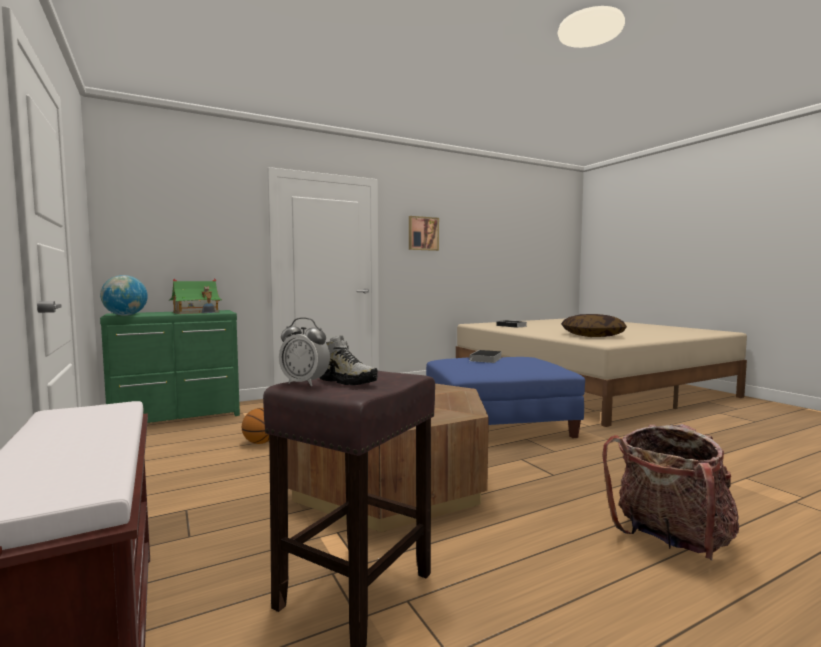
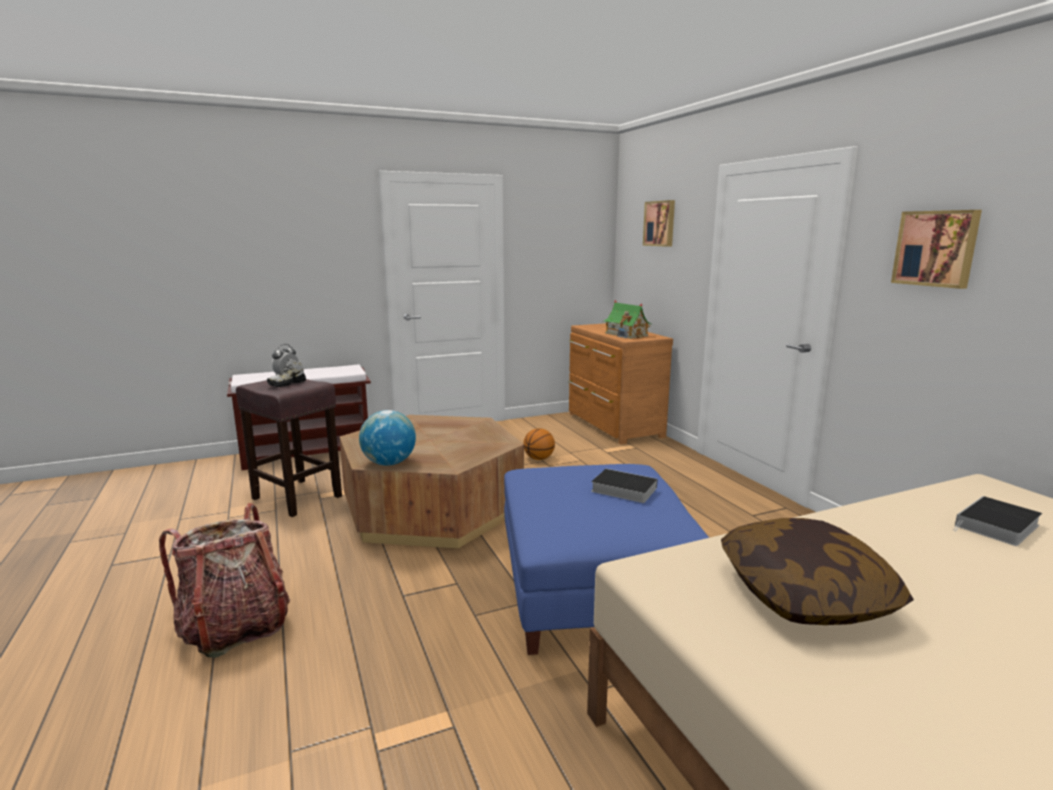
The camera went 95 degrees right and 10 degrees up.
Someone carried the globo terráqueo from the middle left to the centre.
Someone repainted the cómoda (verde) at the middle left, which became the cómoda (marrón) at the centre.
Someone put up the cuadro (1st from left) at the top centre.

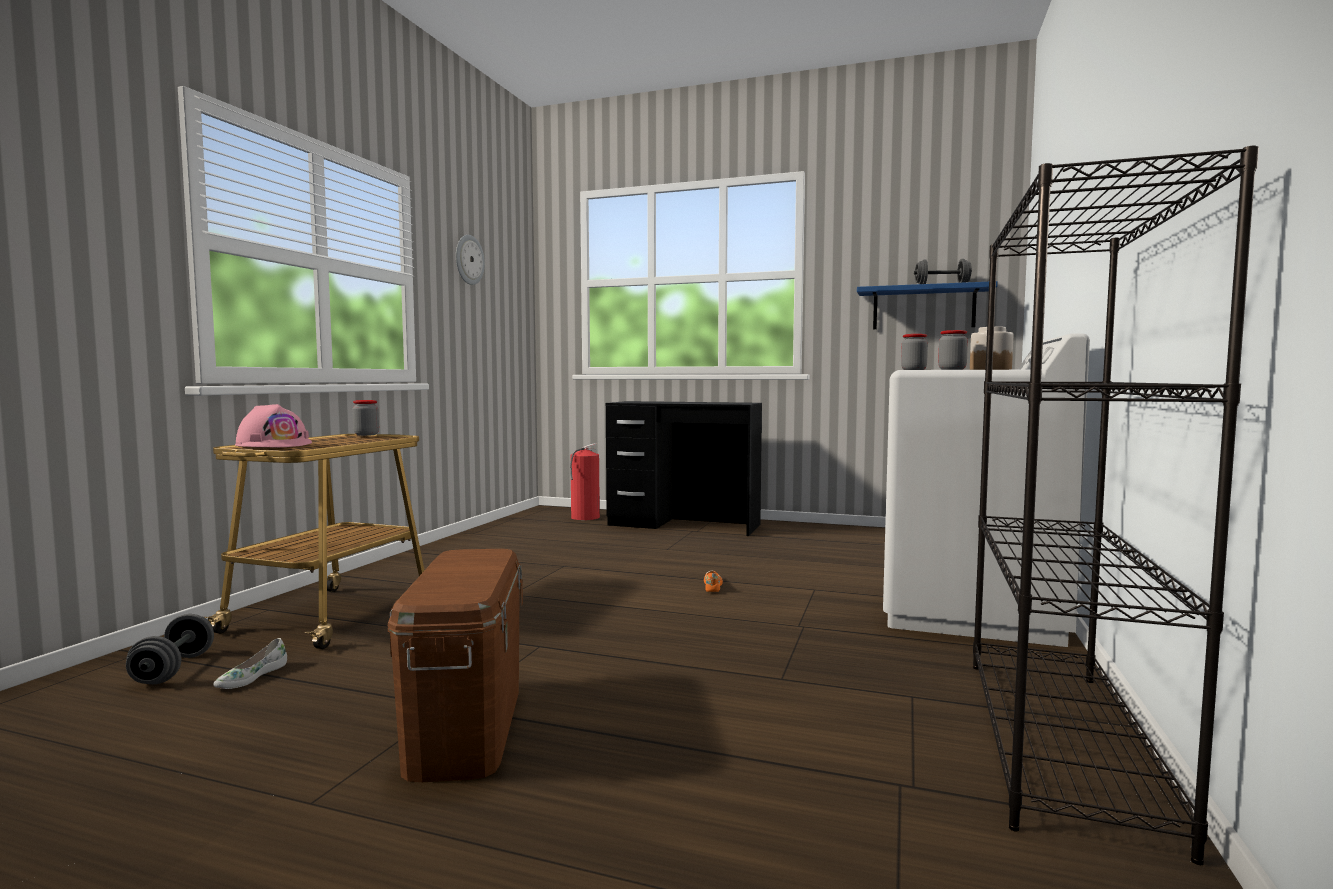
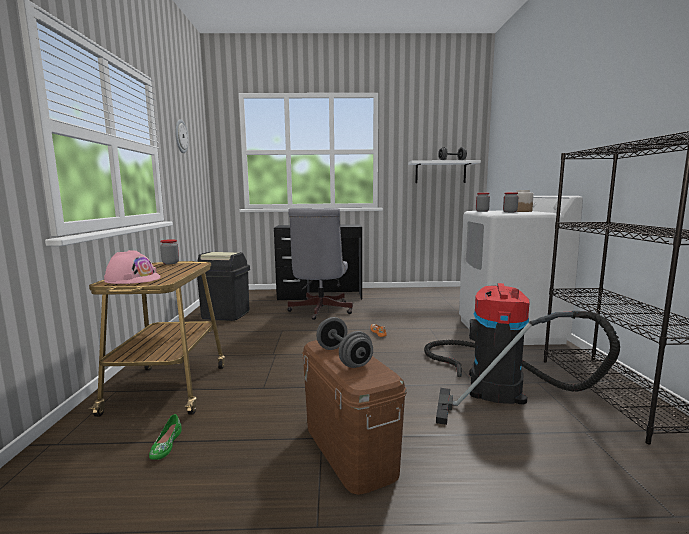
The camera went 20 degrees left and 5 degrees up.
Someone carried the mancuerna (gris) (1st from left) from the bottom left to the centre.
Someone repainted the zapato (blanco) at the bottom left, which became the zapato (verde) at the bottom left.
Someone took away the extintor at the centre.
Someone repainted the estante (azul) at the middle right, which became the estante (blanco) at the top centre.
Someone put down the papelera (negro) at the middle left.
Someone put down the silla de oficina (gris) at the centre.
Someone put down the aspiradora at the middle right.

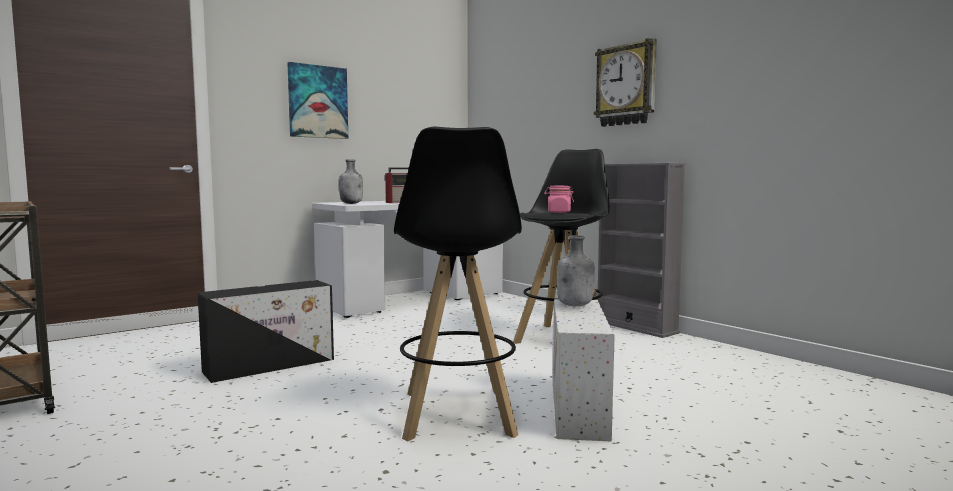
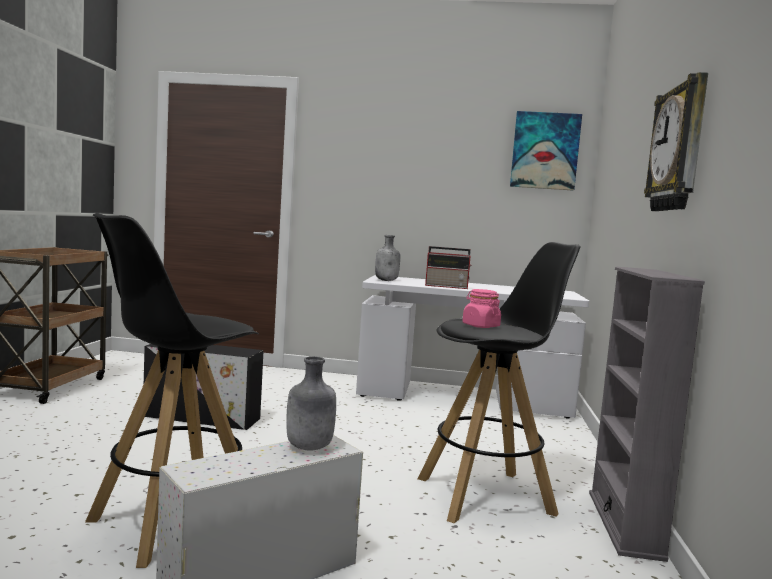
The camera went 45 degrees right and 0 degrees up.
Someone carried the cuadro from the top centre to the top right.

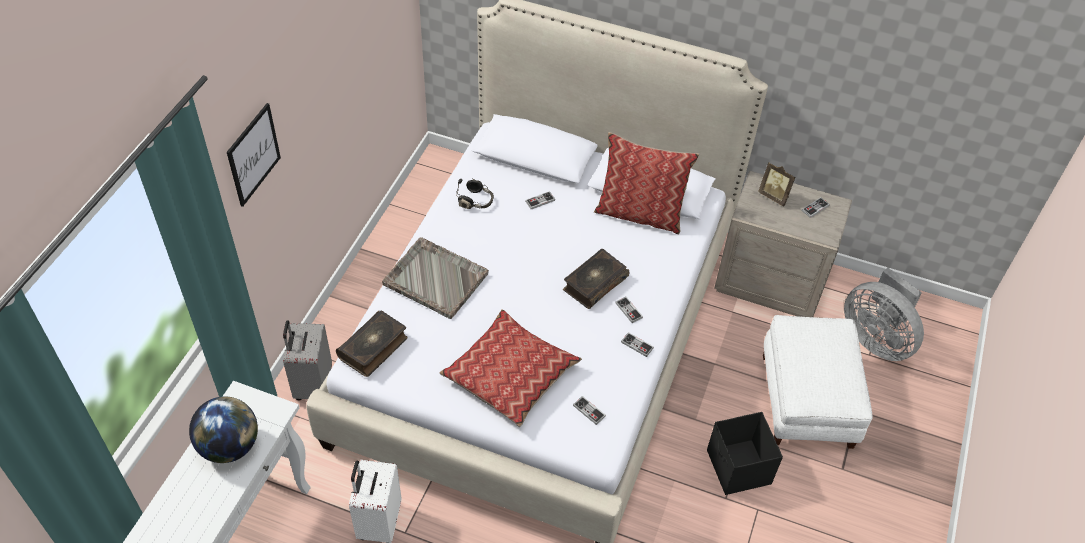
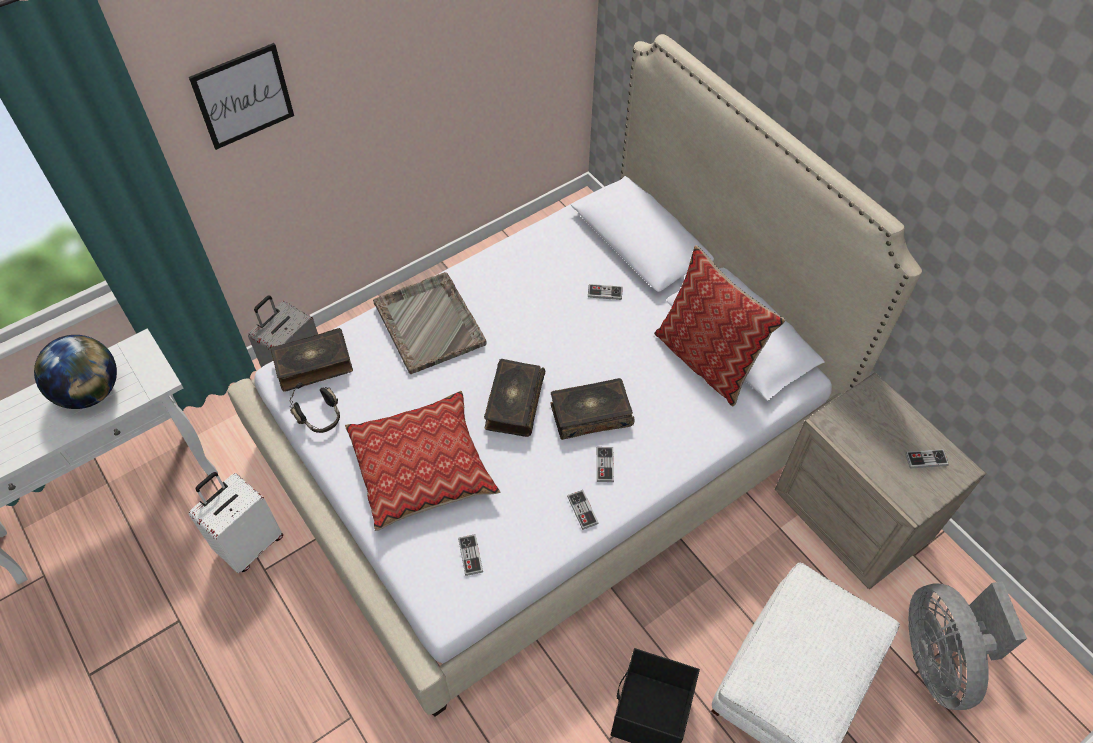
The camera went 35 degrees right and 5 degrees up.
Someone carried the auriculares (negro) from the centre to the middle left.
Someone took away the portarretratos at the middle right.
Someone put down the libro (2nd from left) at the centre.

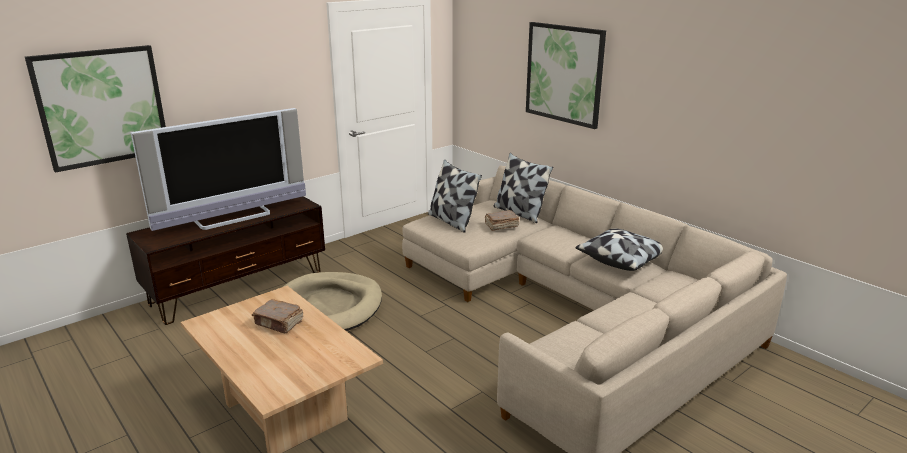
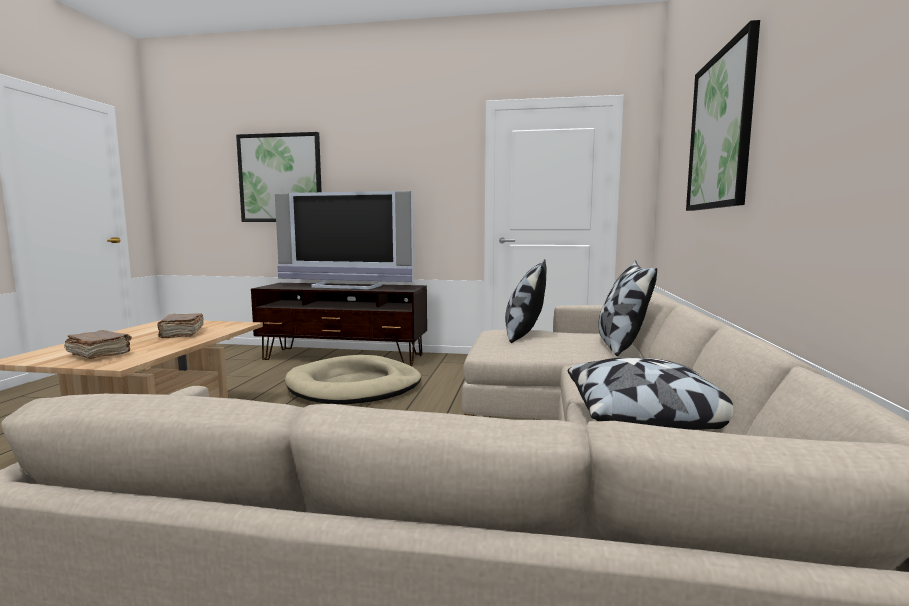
The camera went 50 degrees right and 15 degrees down.
Someone carried the libro (marrón) (2nd from left in the first image) from the centre to the middle left.

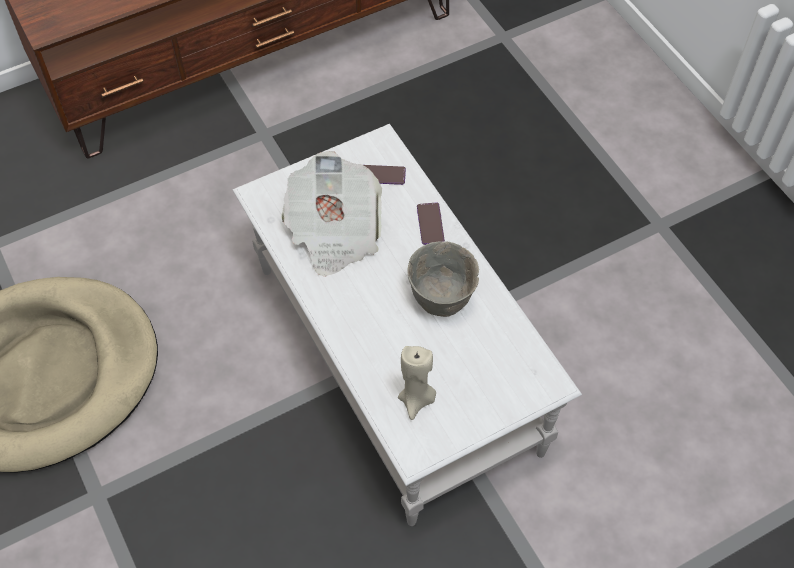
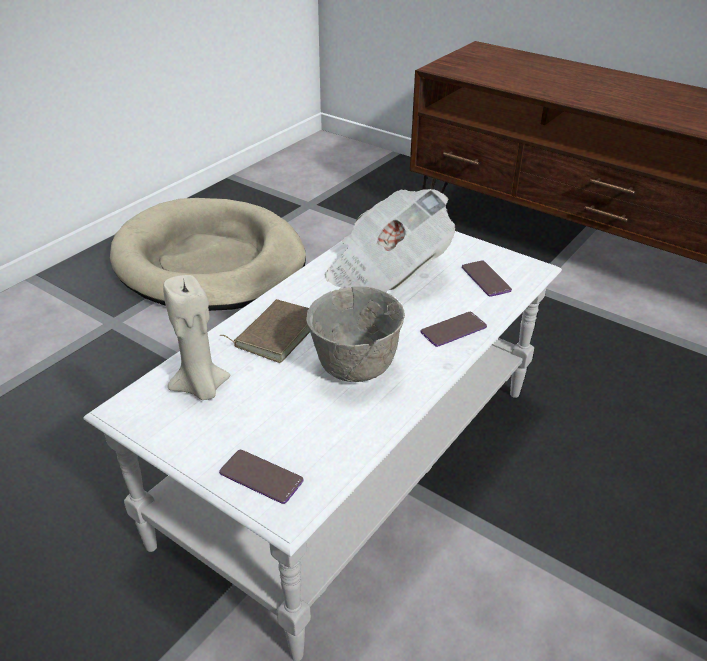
The camera went 65 degrees right and 20 degrees down.
Someone put down the libro (marrón) at the centre.
Someone put down the móvil (1st from left) at the bottom centre.

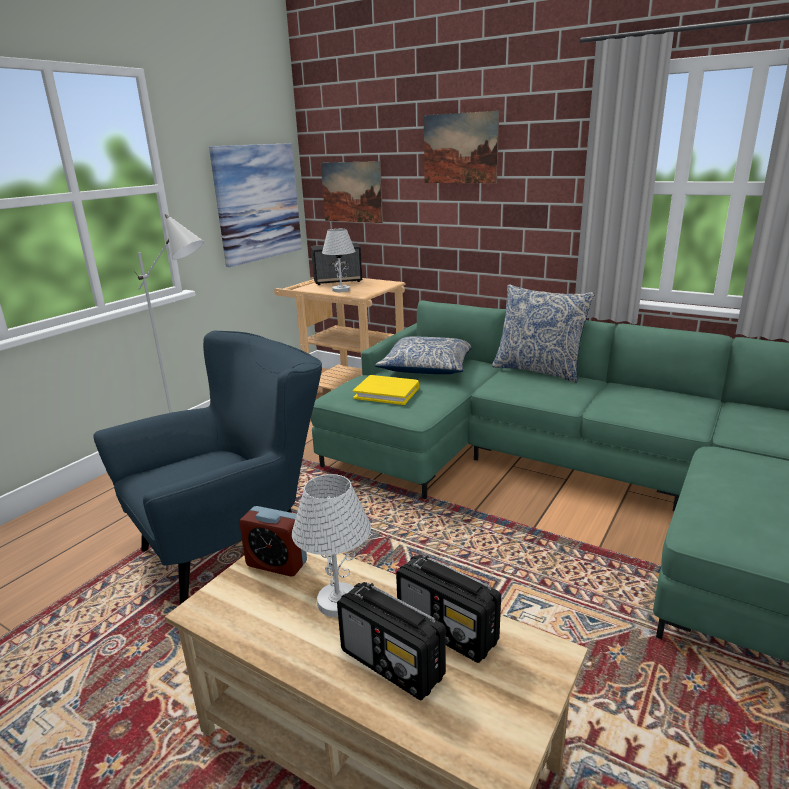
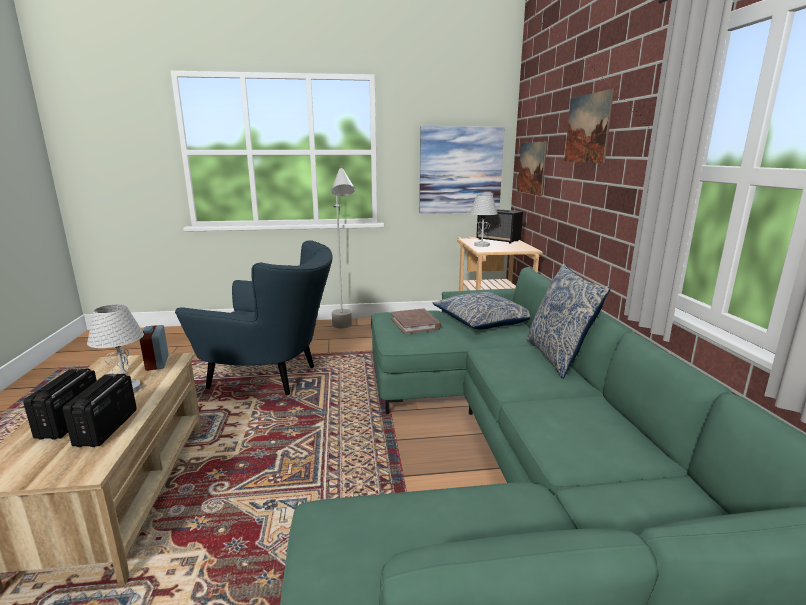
The camera went 50 degrees right and 5 degrees down.
Someone repainted the libro (amarillo) at the centre, which became the libro (marrón) at the centre.

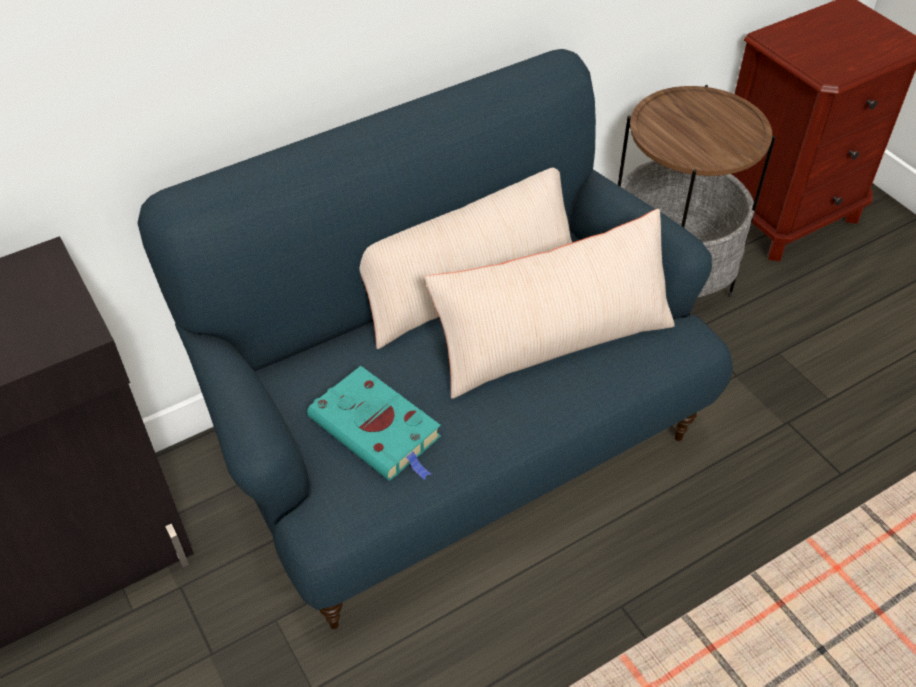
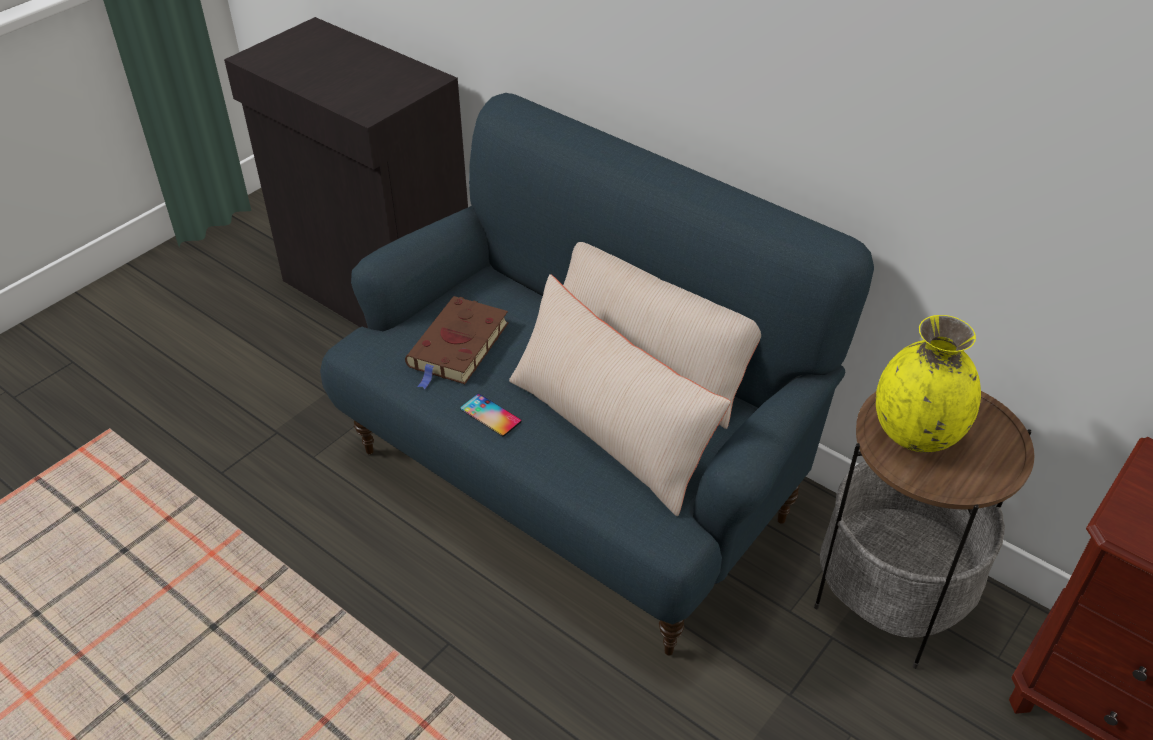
The camera went 70 degrees right and 5 degrees down.
Someone repainted the libro (turquesa) at the centre, which became the libro (marrón) at the centre.
Someone put down the móvil at the centre.
Someone put down the florero (amarillo) at the middle right.

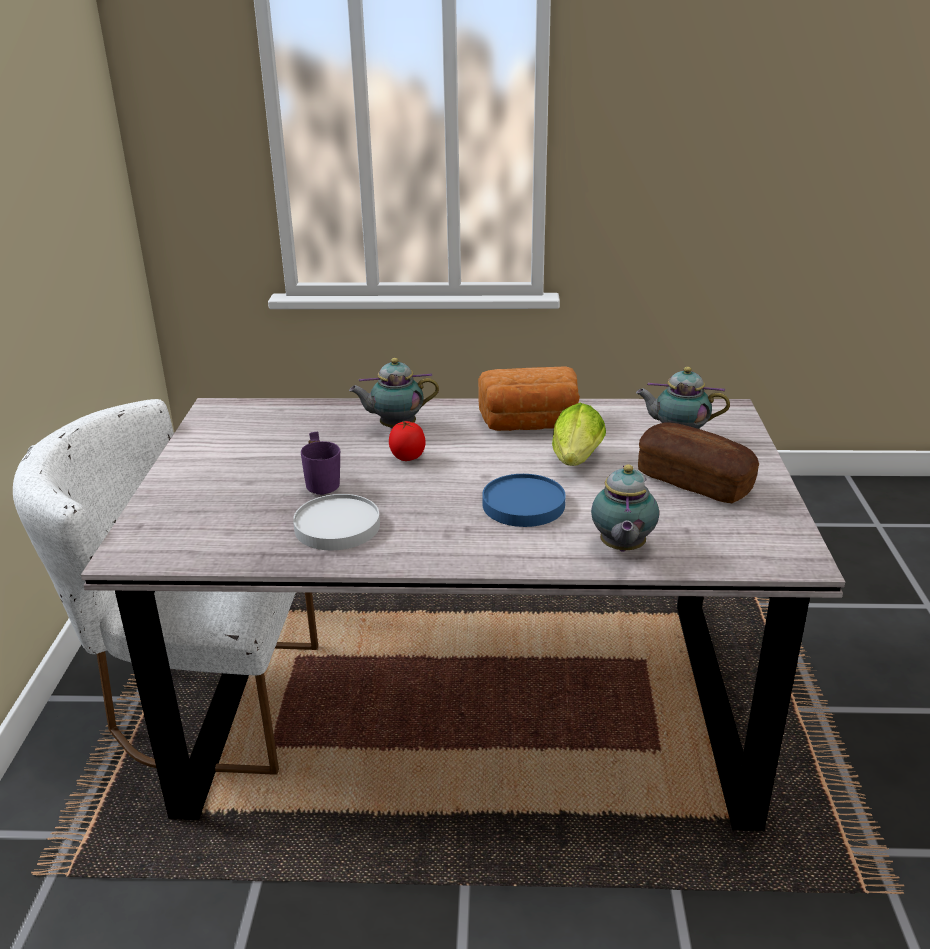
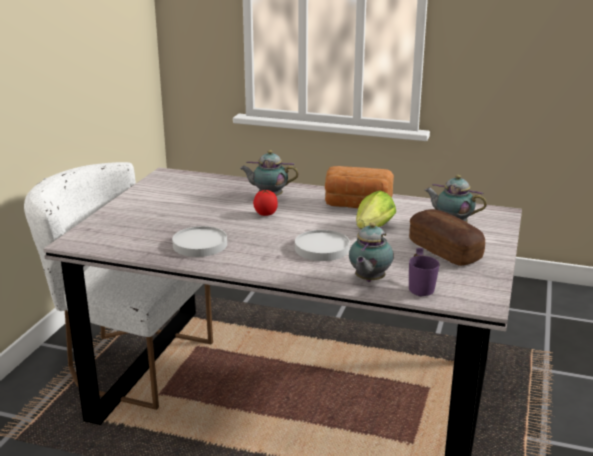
The camera went 15 degrees right and 5 degrees down.
Someone carried the taza grande (morado) from the centre to the middle right.
Someone repainted the plato (azul) at the centre, which became the plato (blanco) (2nd from left) at the centre.

